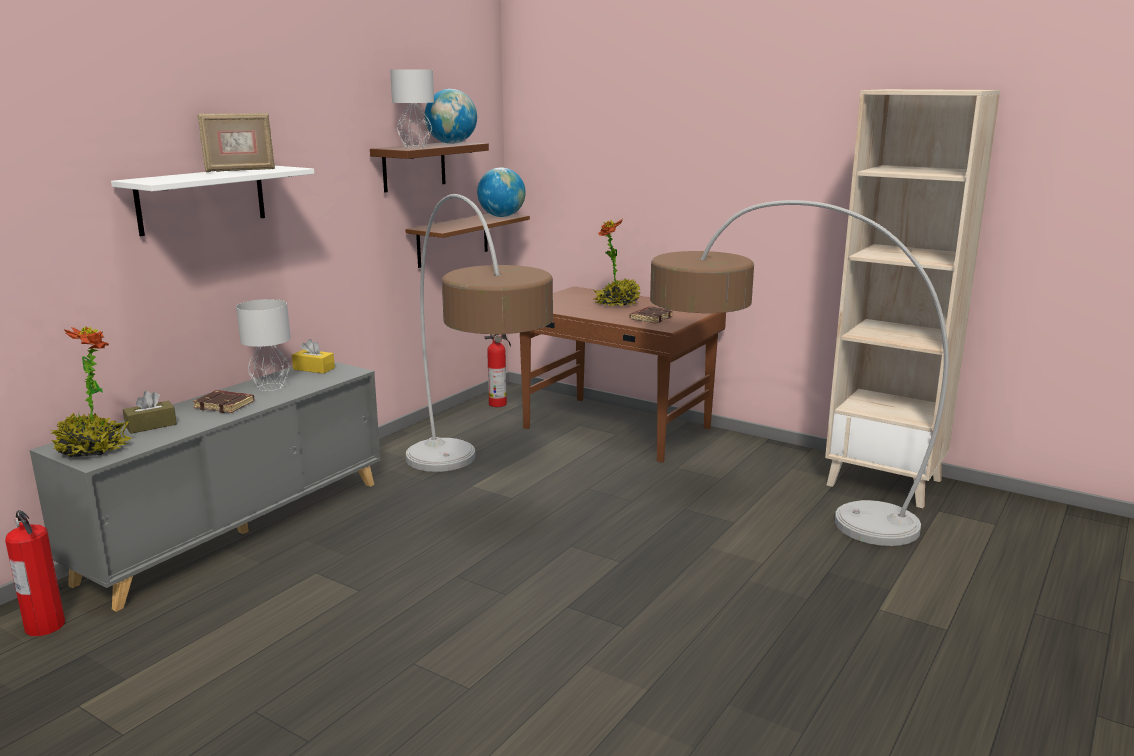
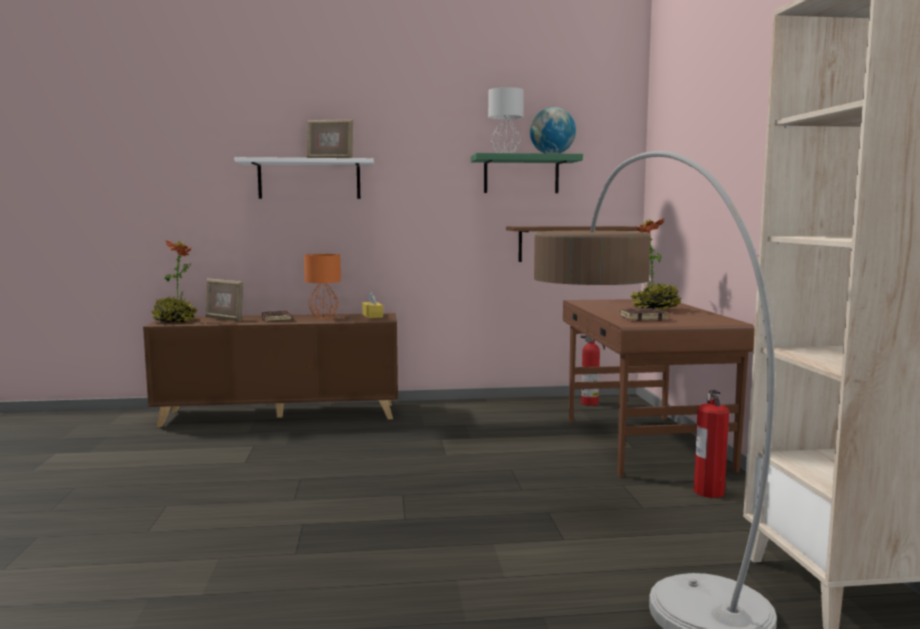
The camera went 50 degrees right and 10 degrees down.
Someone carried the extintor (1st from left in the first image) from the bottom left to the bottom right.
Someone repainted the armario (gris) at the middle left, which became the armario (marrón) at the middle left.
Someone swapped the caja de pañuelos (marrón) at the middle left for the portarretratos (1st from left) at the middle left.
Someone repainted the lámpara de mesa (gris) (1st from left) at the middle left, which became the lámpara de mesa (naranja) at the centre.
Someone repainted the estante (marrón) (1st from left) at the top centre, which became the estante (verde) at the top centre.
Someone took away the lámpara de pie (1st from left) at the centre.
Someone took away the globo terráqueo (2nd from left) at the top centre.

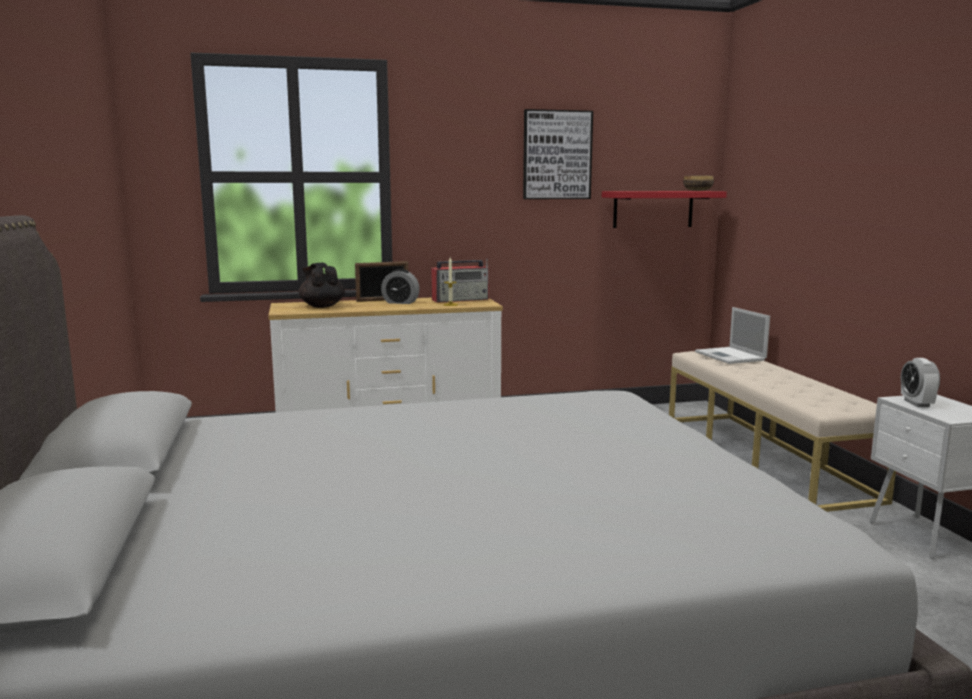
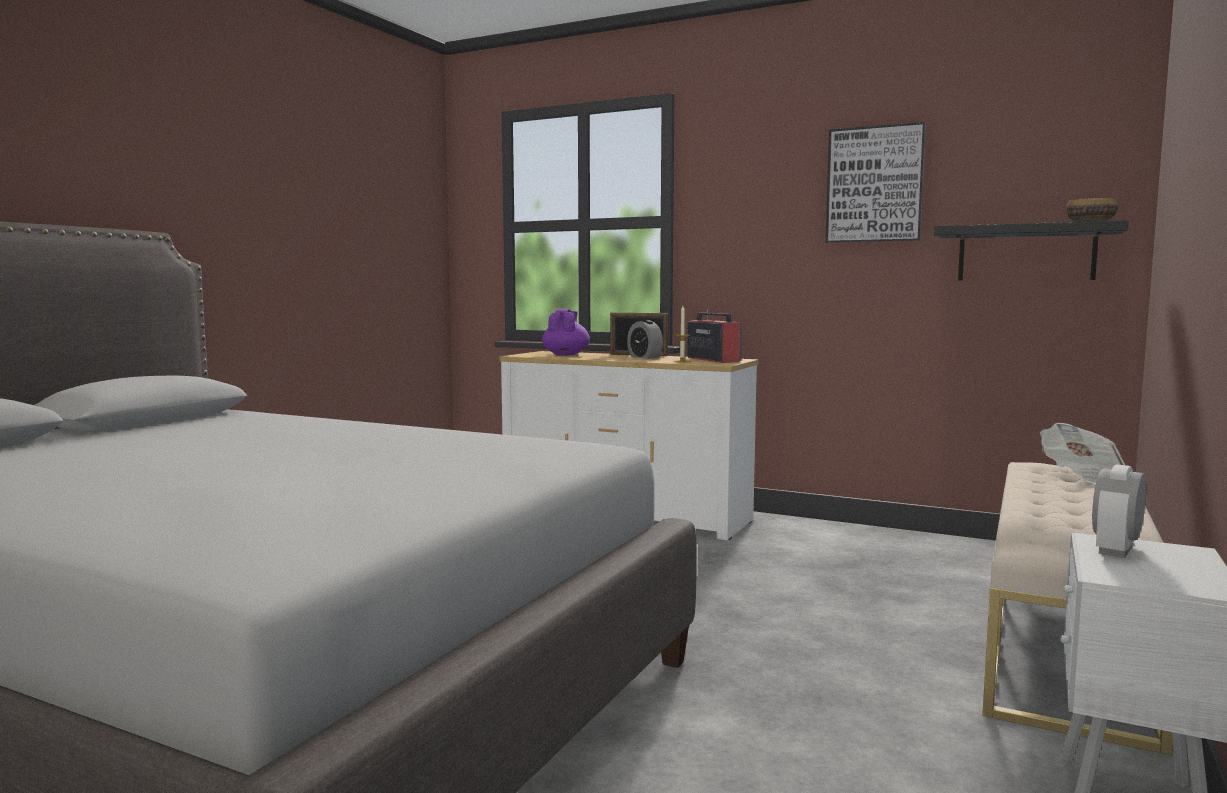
The camera went 40 degrees right and 5 degrees down.
Someone repainted the tetera (negro) at the middle left, which became the tetera (morado) at the centre.
Someone rotated the radio at the centre by 135 degrees counterclockwise.
Someone repainted the estante (rojo) at the top right, which became the estante (negro) at the top right.
Someone swapped the portátil at the middle right for the periódico at the middle right.

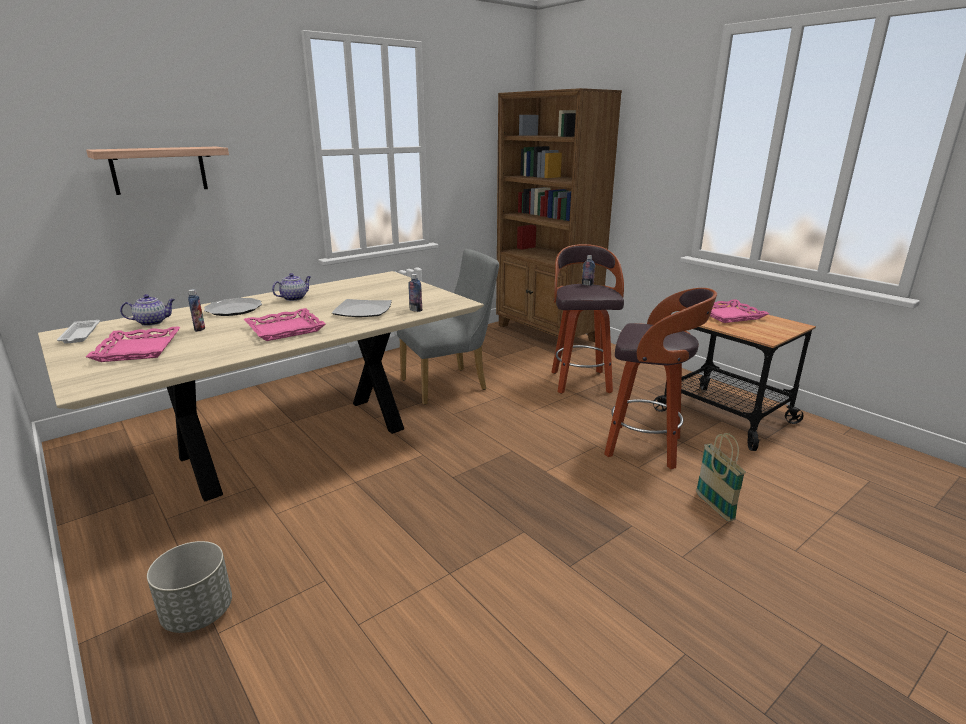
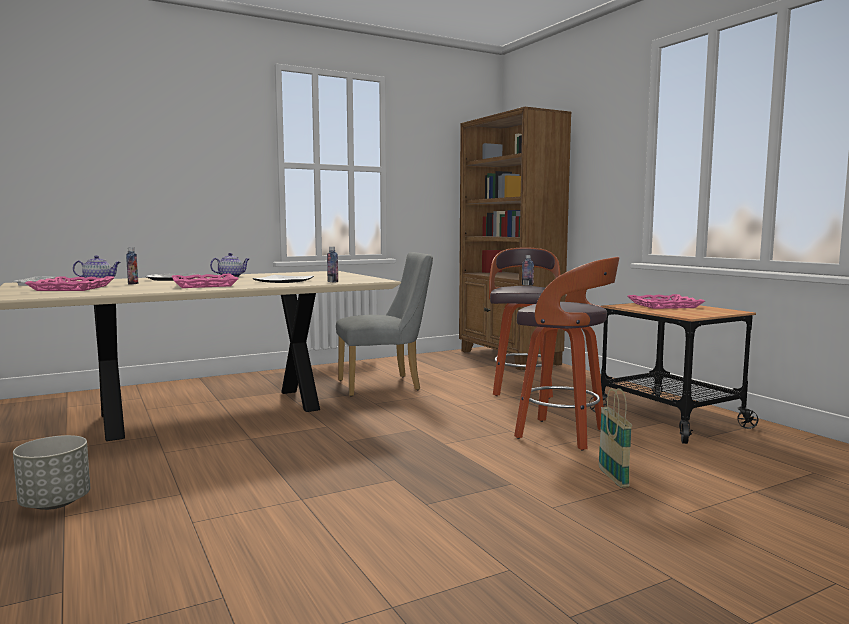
The camera went 10 degrees right and 15 degrees down.
Someone took away the estante at the top left.

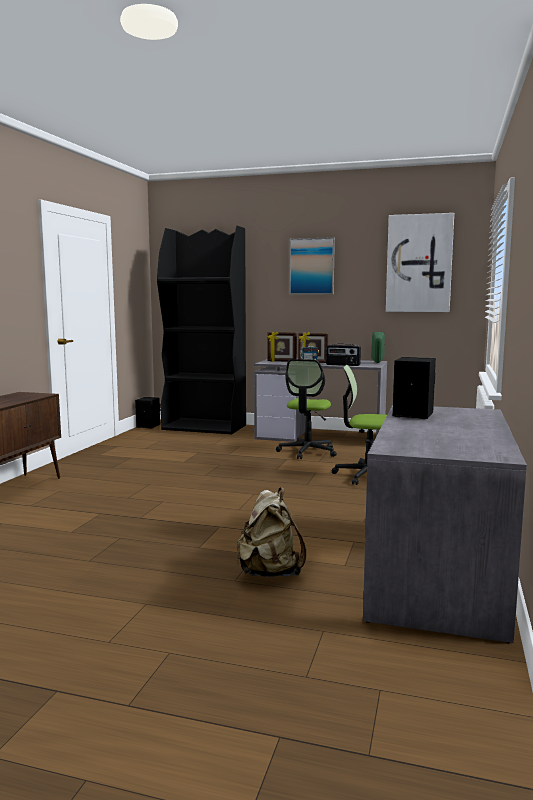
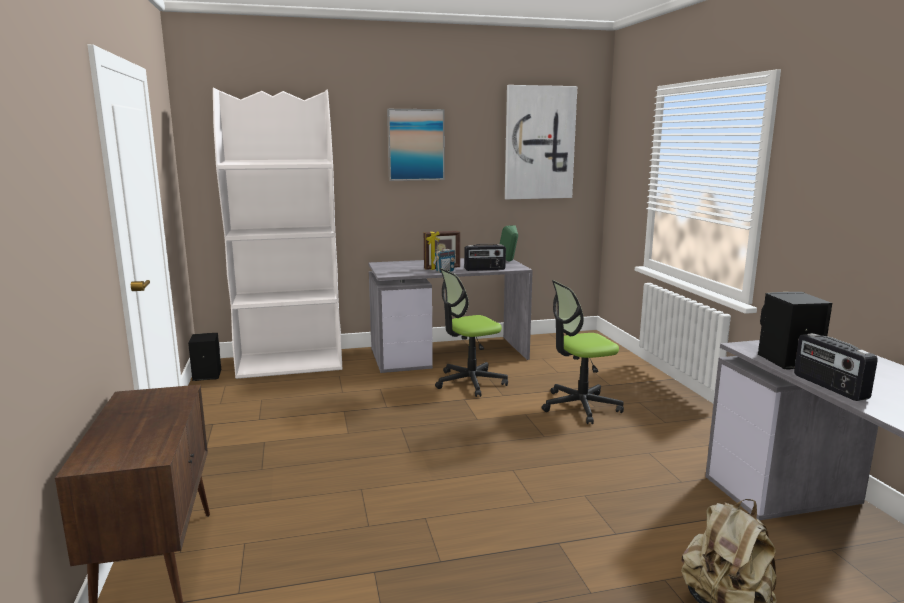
The camera went 30 degrees left and 5 degrees up.
Someone repainted the estantería (negro) at the centre, which became the estantería (blanco) at the middle left.
Someone took away the portarretratos (1st from left) at the centre.
Someone rotated the silla de oficina (1st from left) at the centre by 75 degrees clockwise.
Someone put down the radio (3rd from left) at the middle right.

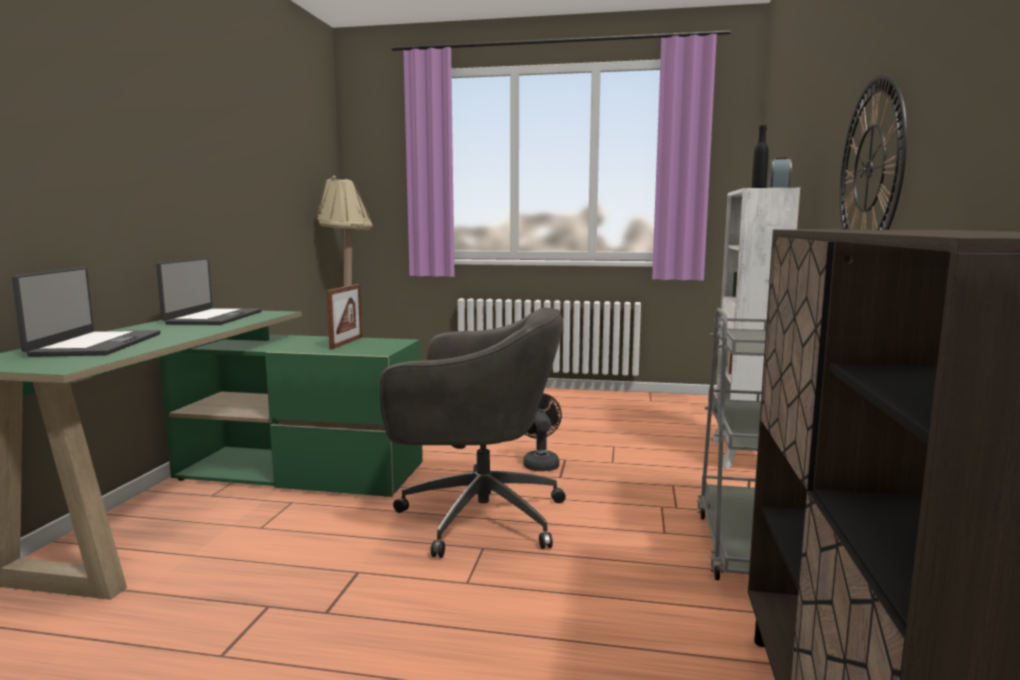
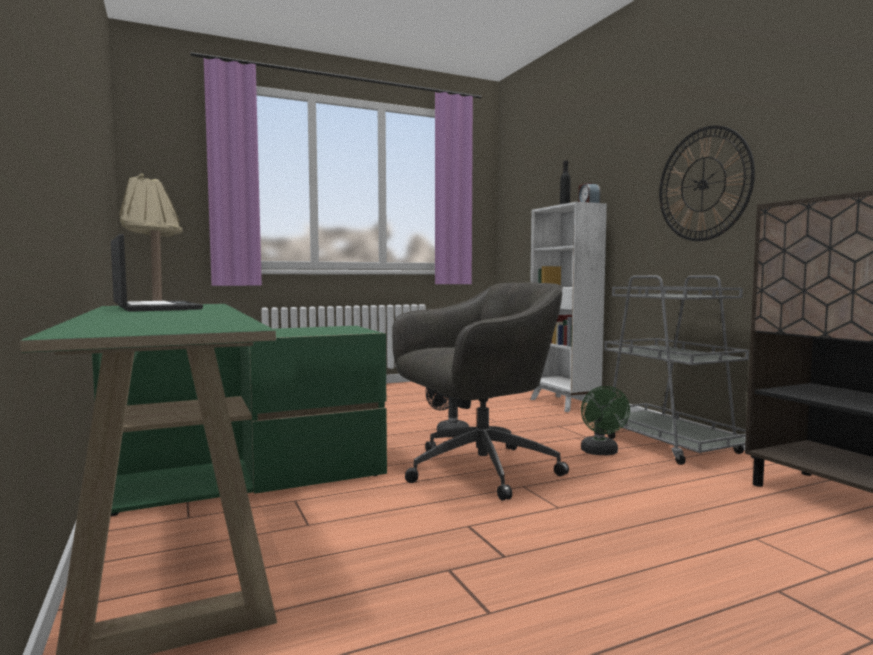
The camera went 35 degrees left and 5 degrees down.
Someone took away the portátil (1st from left) at the middle left.
Someone took away the portarretratos at the centre.
Someone put down the ventilador (verde) at the middle right.

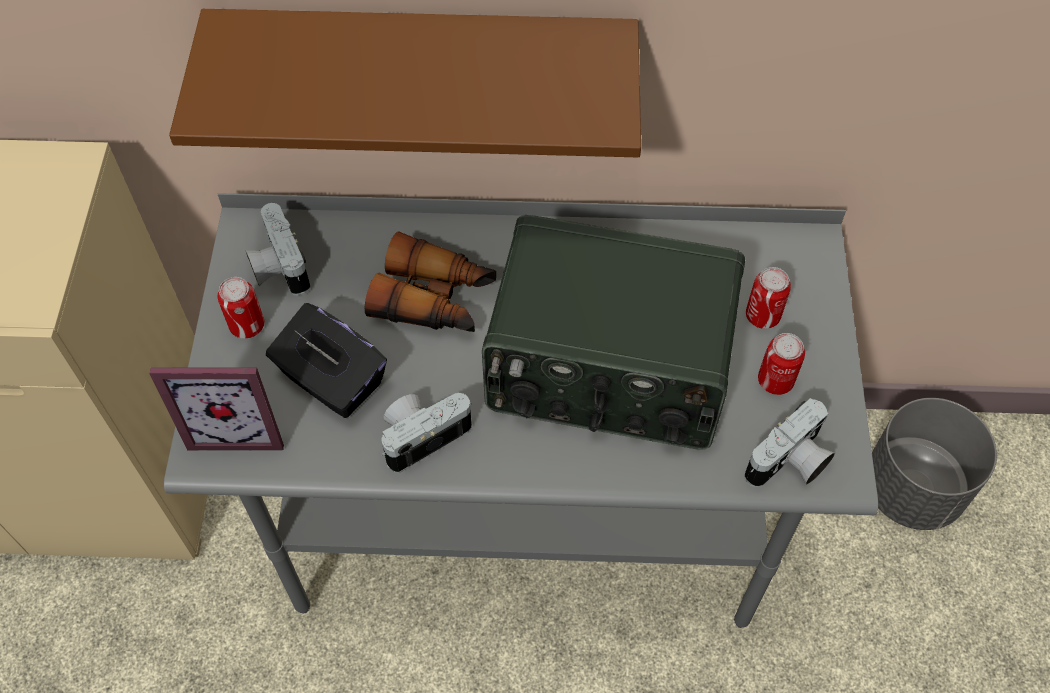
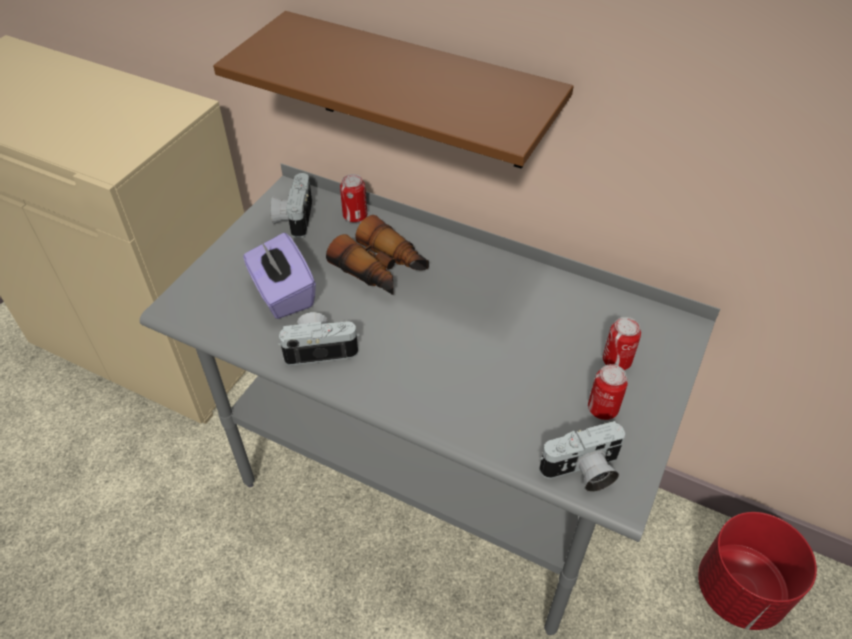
The camera went 25 degrees right and 10 degrees down.
Someone took away the portarretratos at the middle left.
Someone carried the lata (1st from left) from the middle left to the top centre.
Someone repainted the caja de pañuelos (negro) at the middle left, which became the caja de pañuelos (morado) at the middle left.
Someone took away the radio at the centre.
Someone repainted the maceta (gris) at the bottom right, which became the maceta (rojo) at the bottom right.

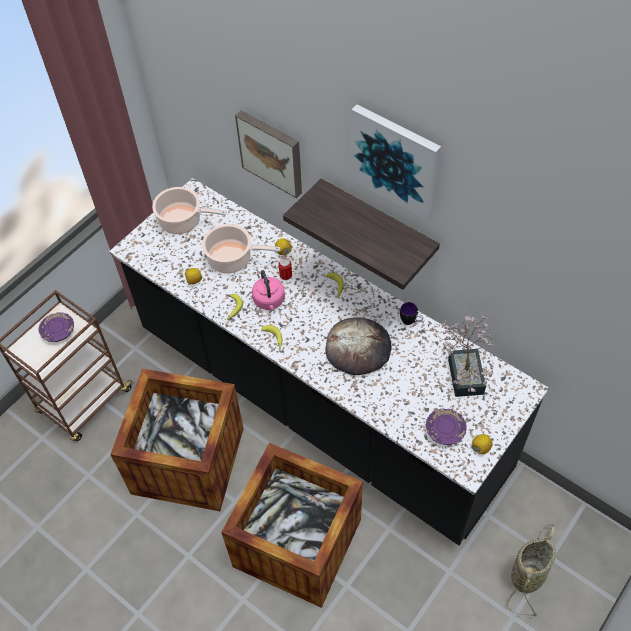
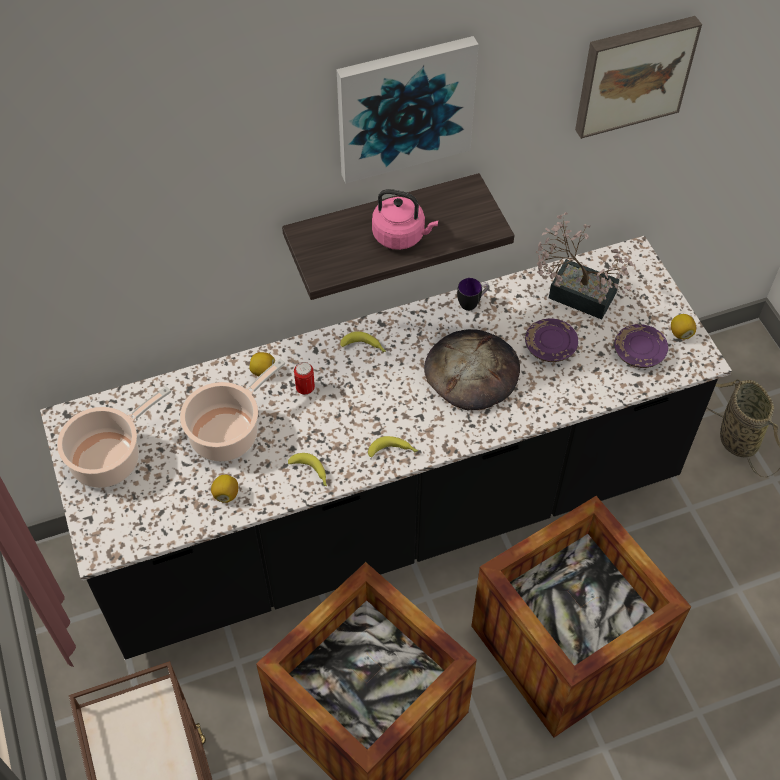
The camera went 60 degrees left and 0 degrees up.
Someone carried the plato (morado) (1st from left) from the middle left to the middle right.
Someone carried the cuadro (1st from left in the first image) from the top centre to the top right.
Someone carried the hervidor (rosa) from the centre to the top centre.

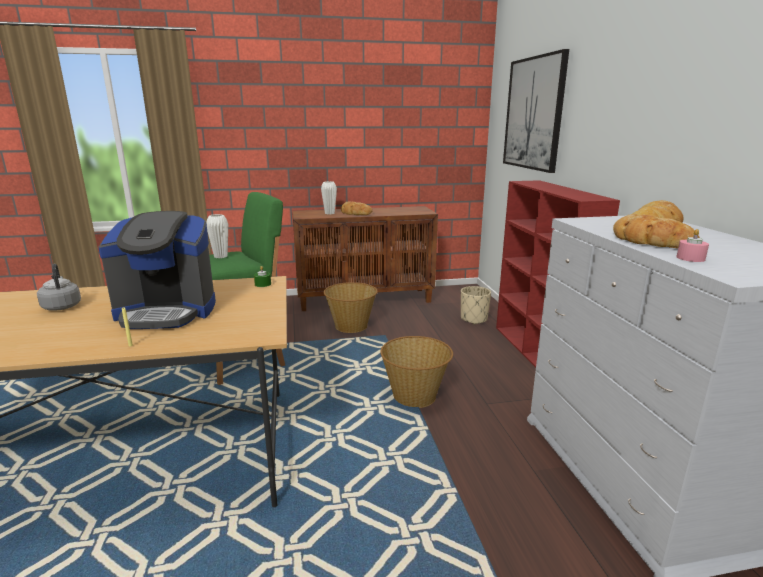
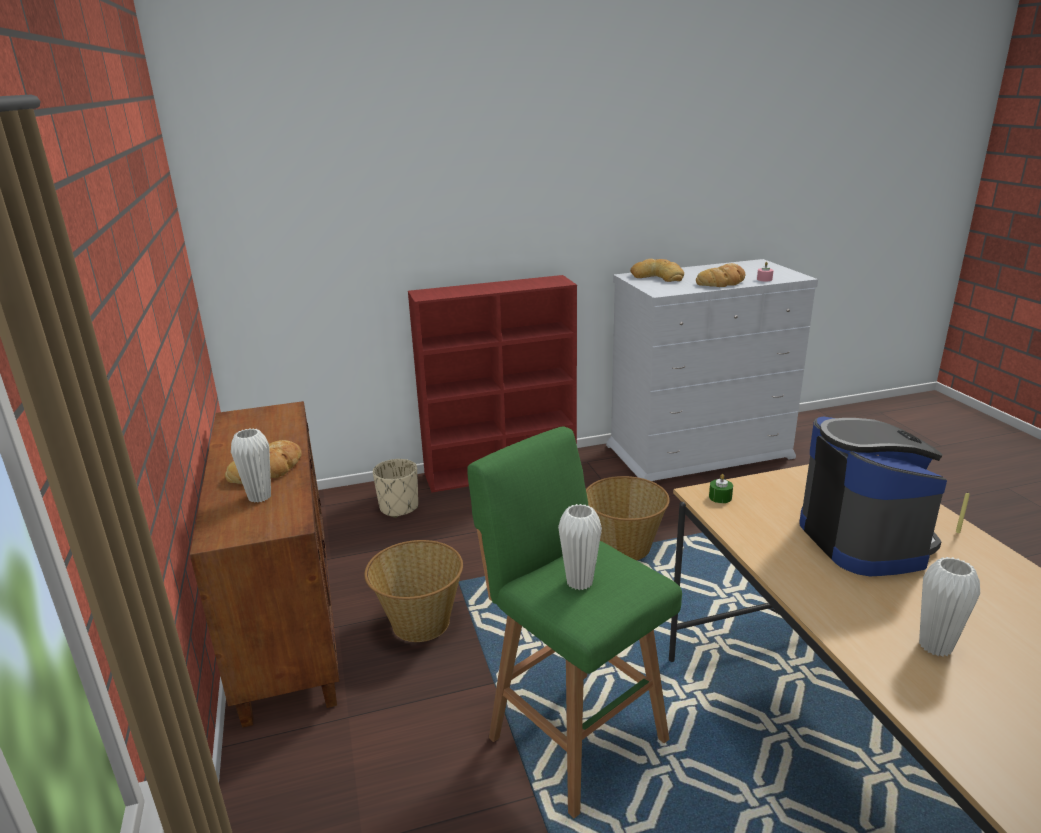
The camera went 95 degrees left and 5 degrees up.
Someone swapped the hervidor (gris) at the middle left for the florero (blanco) (3rd from left) at the bottom right.
Someone took away the cuadro at the top right.

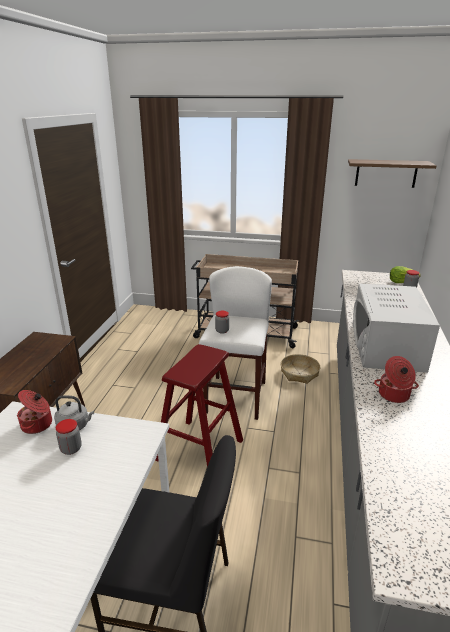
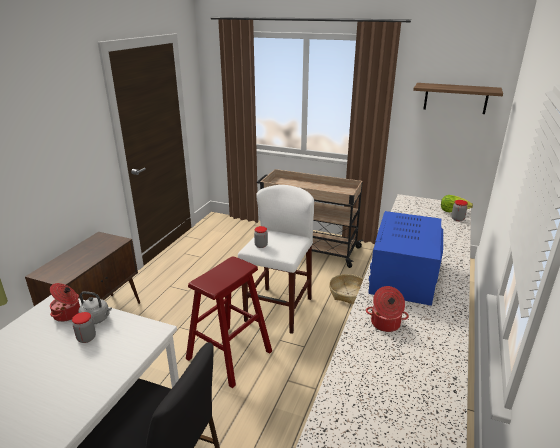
The camera went 10 degrees right and 0 degrees up.
Someone repainted the microondas (blanco) at the middle right, which became the microondas (azul) at the middle right.

